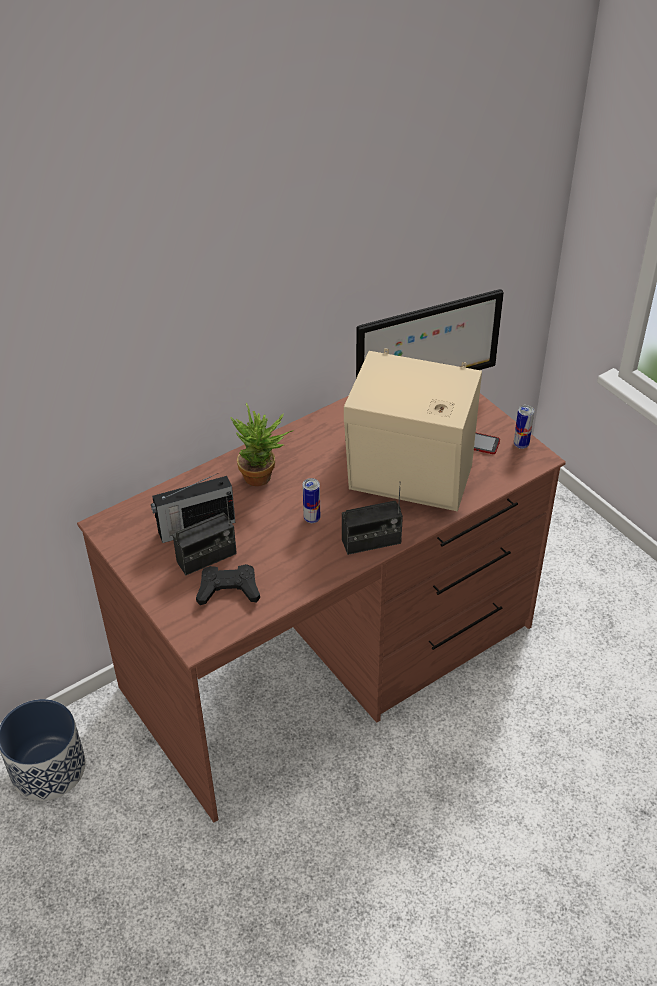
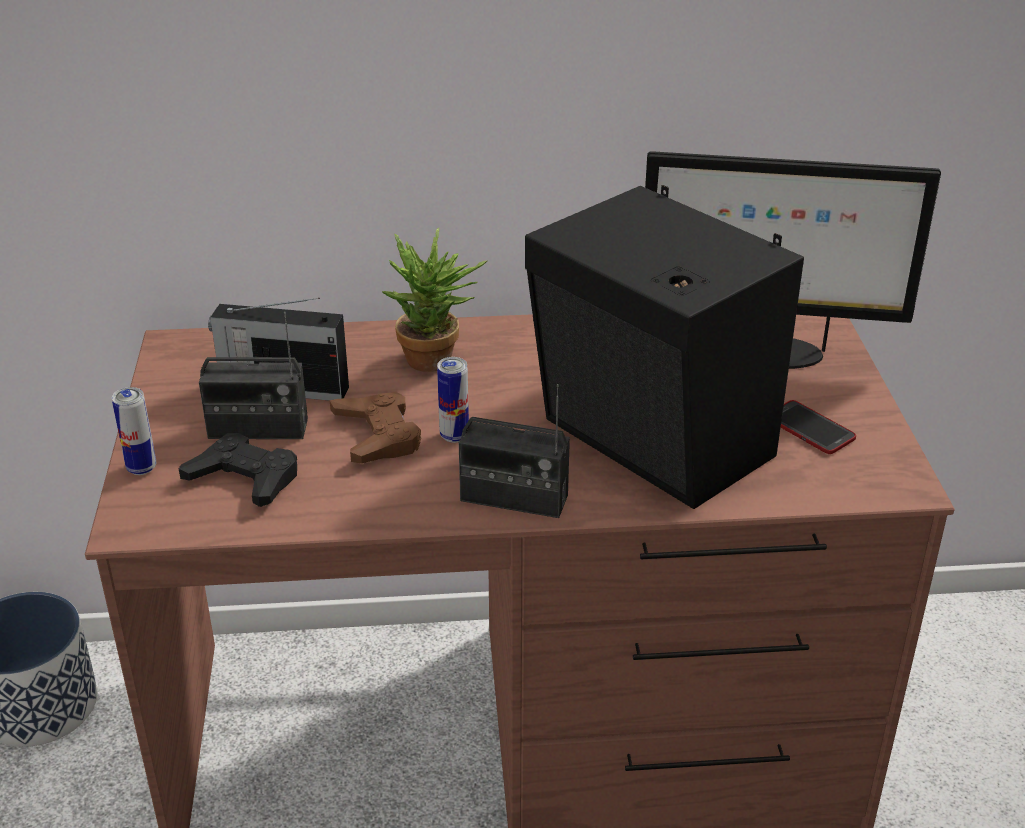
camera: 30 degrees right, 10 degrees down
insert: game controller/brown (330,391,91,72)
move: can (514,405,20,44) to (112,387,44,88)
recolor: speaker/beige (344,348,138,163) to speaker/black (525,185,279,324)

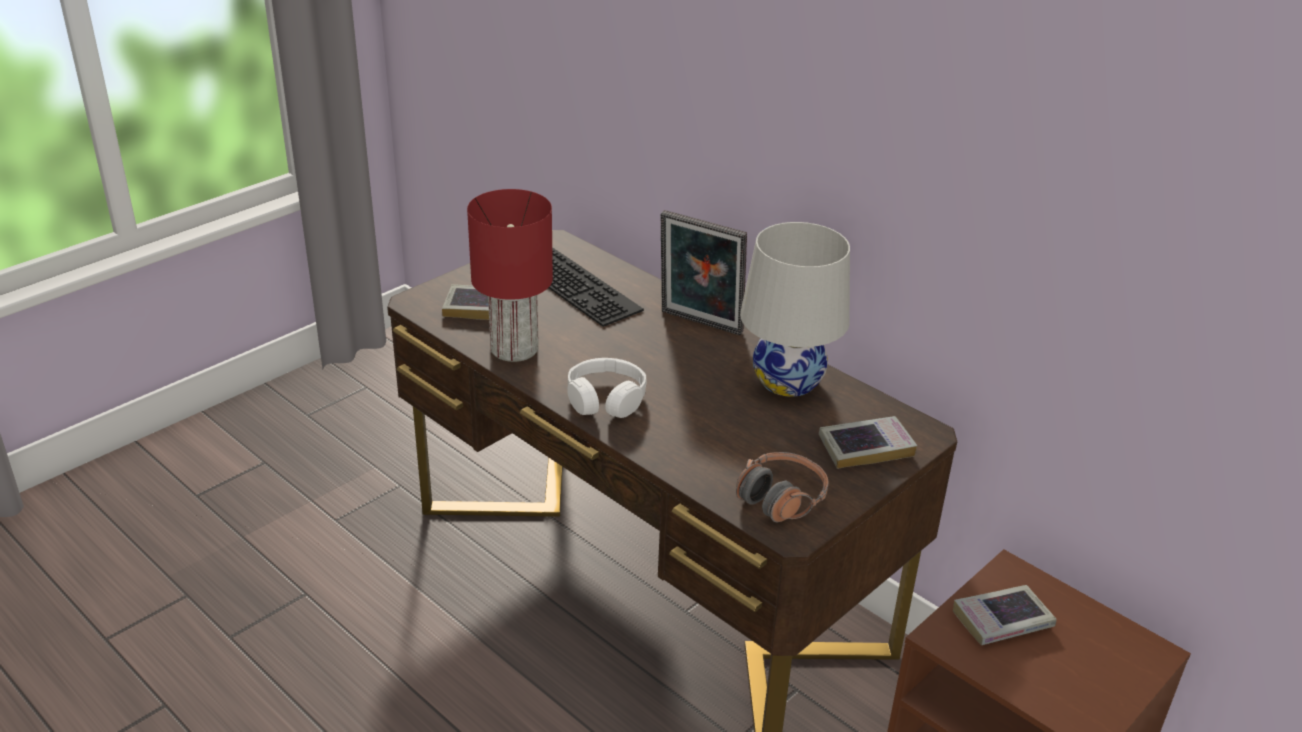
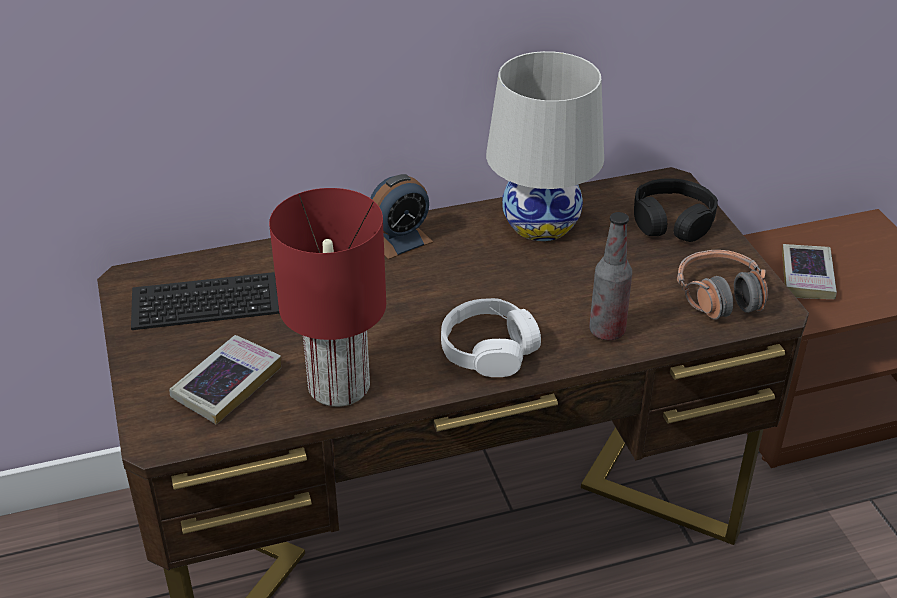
camera: 60 degrees left, 5 degrees up
insert: bottle (589,212,43,128)
replace: picture frame (661,210,86,125) to alarm clock (371,174,62,86); book (819,416,98,53) to headphones/black (634,178,84,64)

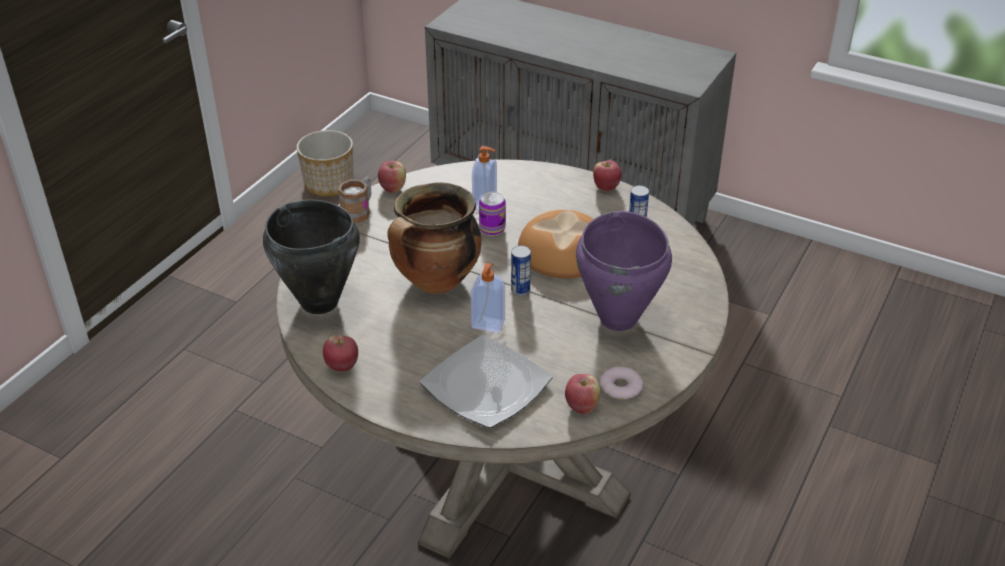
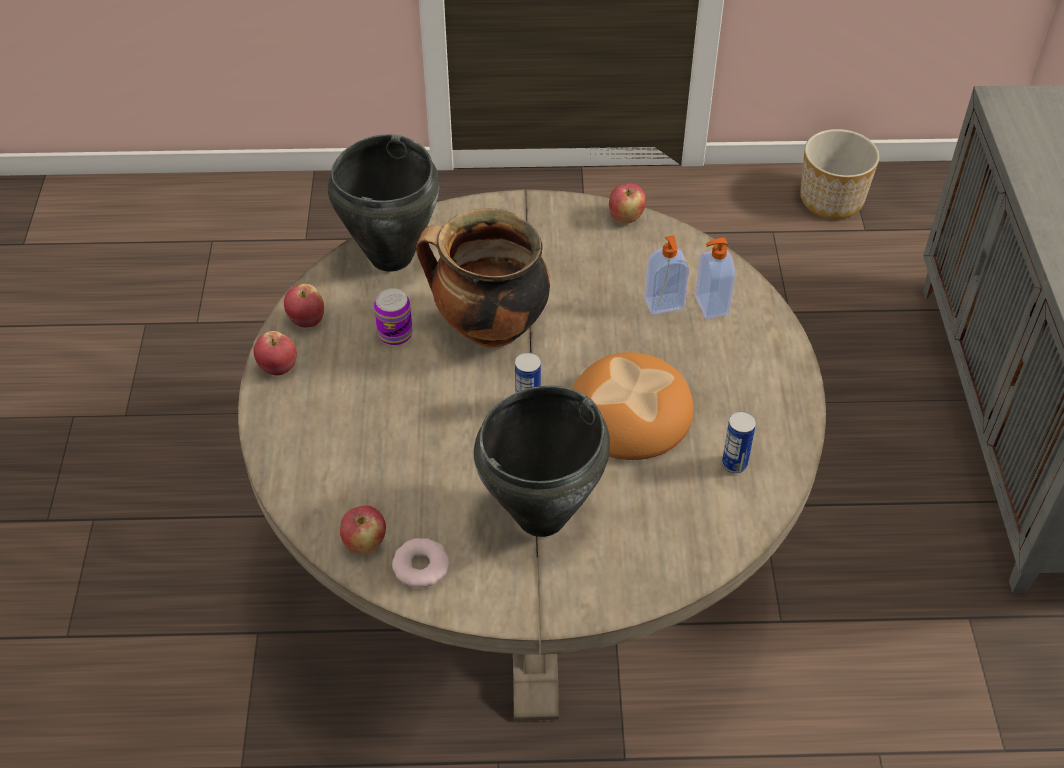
camera: 60 degrees right, 10 degrees up
delete: mug (338,177,33,46); plate (420,335,132,93)
move: apple (593,160,29,31) to (254,331,43,45); can (479,192,27,44) to (374,288,38,58); soap dispenser (471,263,34,70) to (695,238,40,81)
recolor: cooking pot/purple (576,211,96,120) to cooking pot/black (474,386,136,151)

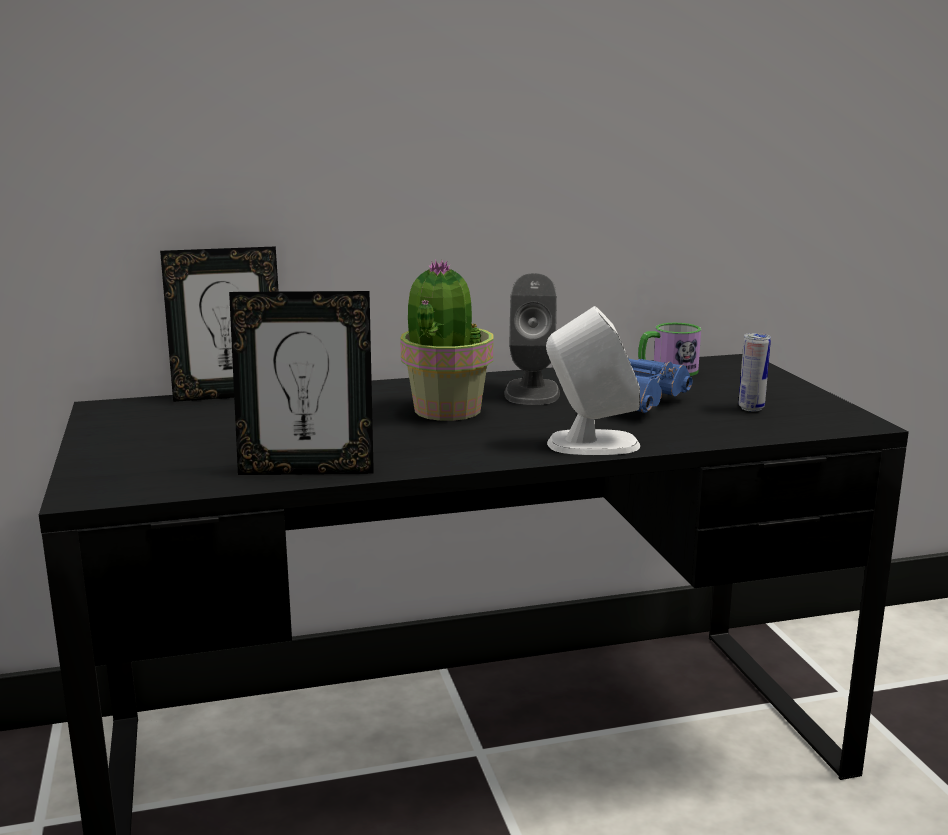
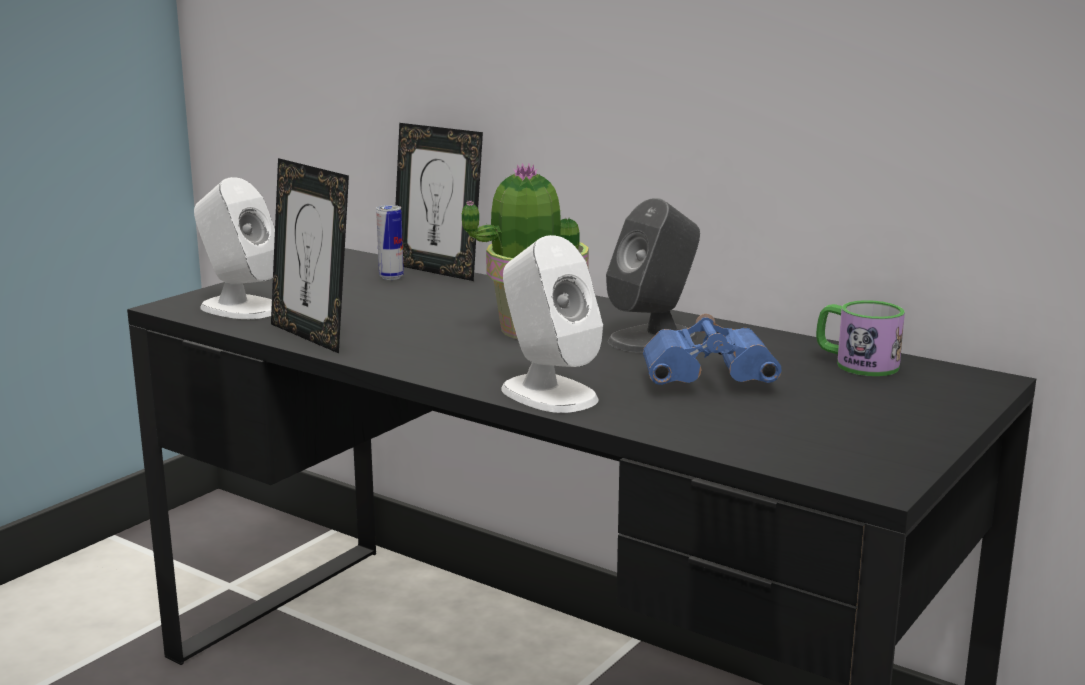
camera: 50 degrees right, 0 degrees up
insert: speaker/white (194,177,81,142)
move: can (739,333,32,79) to (376,205,28,75)

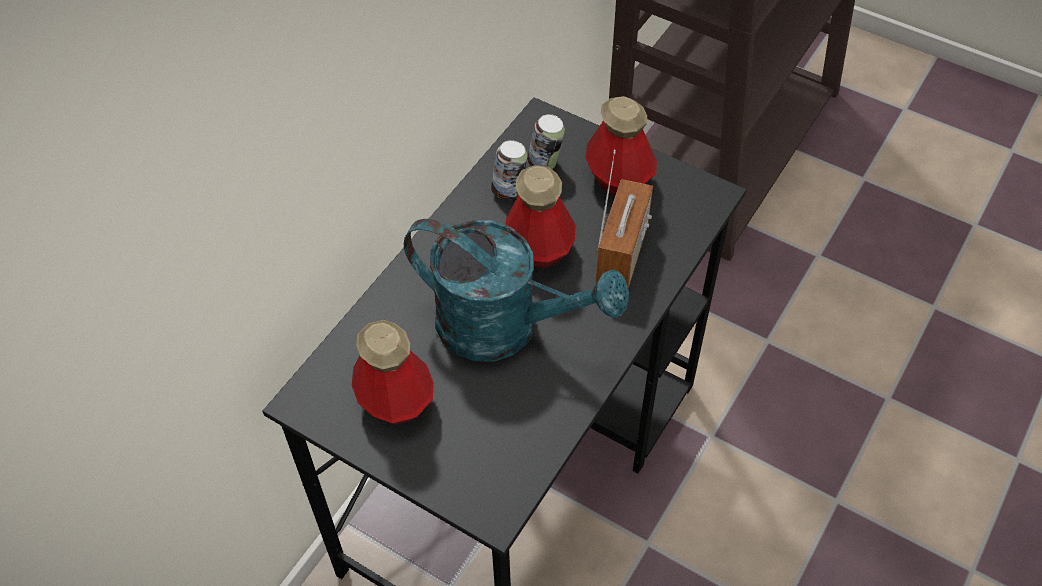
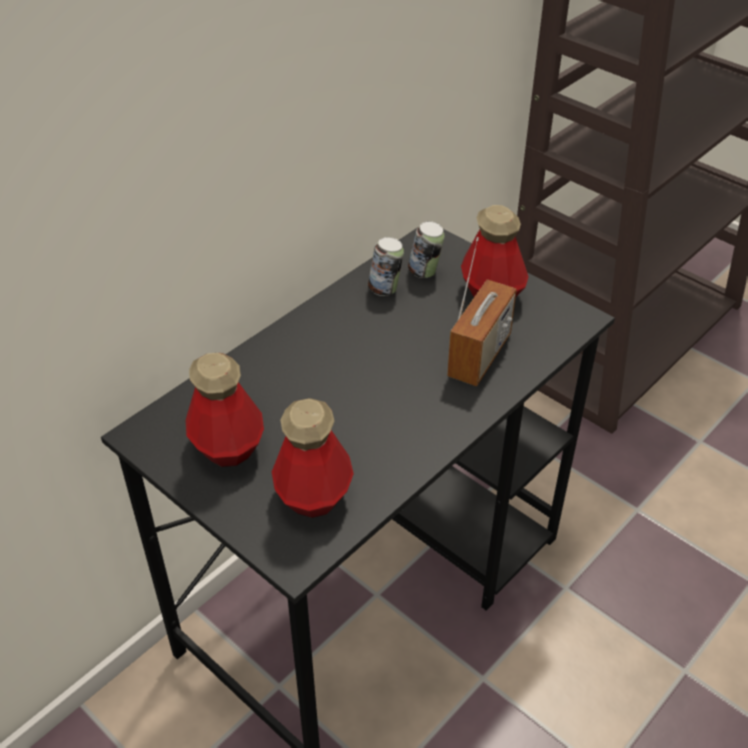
camera: 10 degrees right, 10 degrees down
delete: watering can/turquoise (404,219,225,142)
move: bottle (505,165,71,103) to (272,398,82,120)

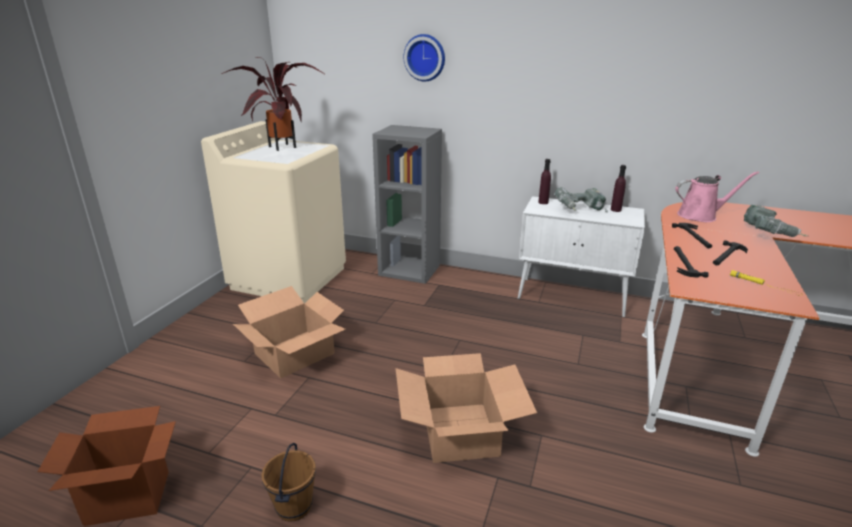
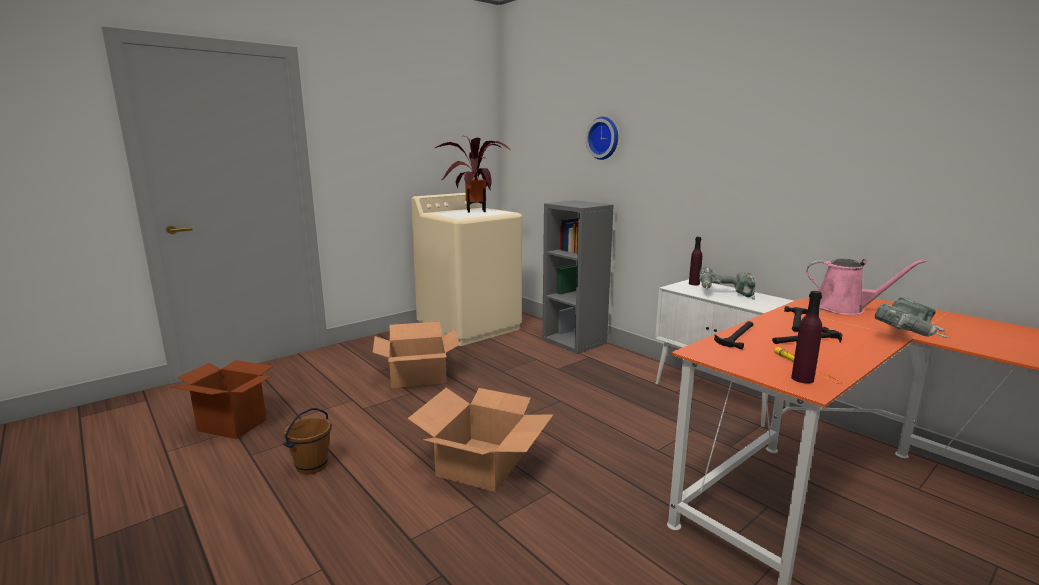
camera: 30 degrees right, 10 degrees down
move: bottle/purple (611,165,15,47) to (791,291,31,93)

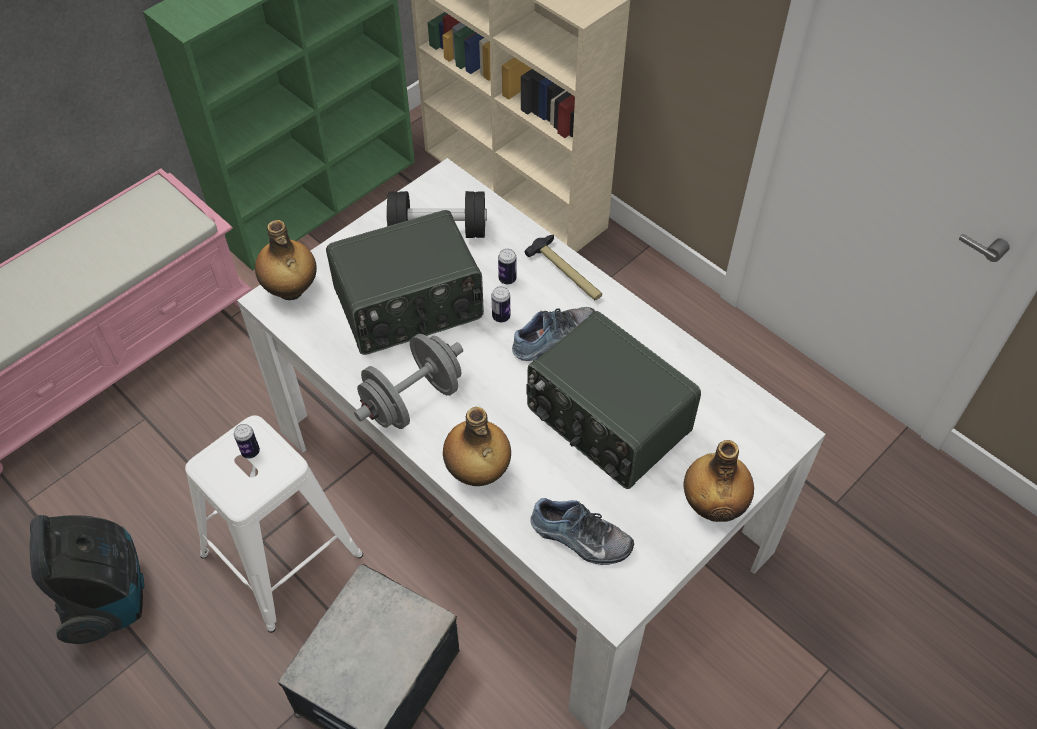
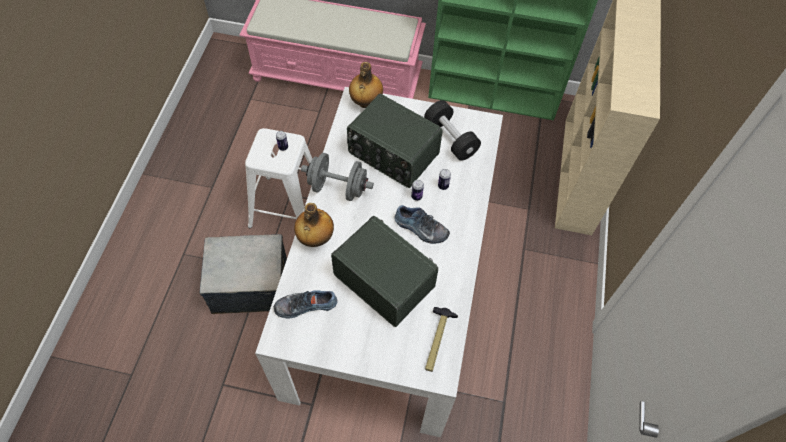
camera: 55 degrees right, 5 degrees up
delete: vacuum cleaner (30,515,114,129); bottle (684,440,70,82)
move: hammer (525,235,77,66) to (425,307,33,65)
rotate: shoe (530,498,104,67) = (274,290,64,28) 90 degrees clockwise; radio (526,311,175,178) = (331,216,107,111) 120 degrees clockwise

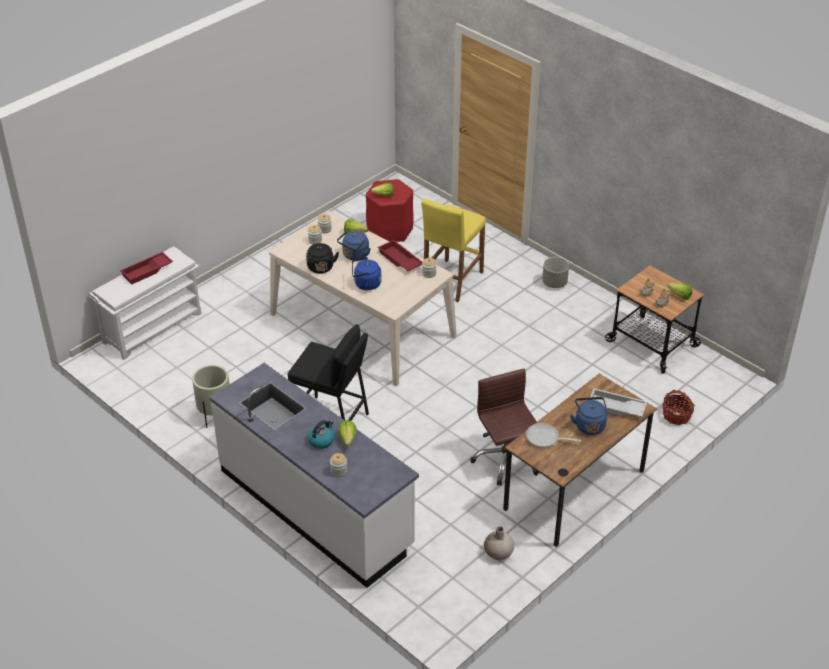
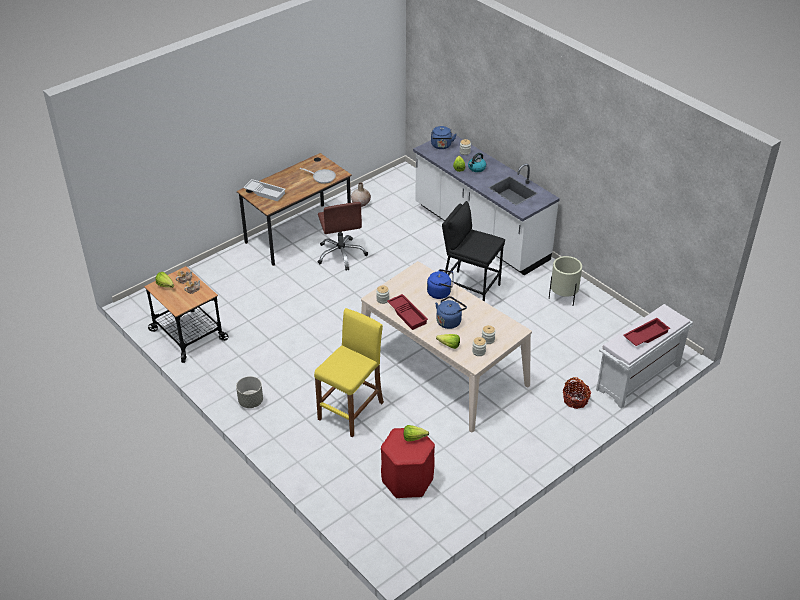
camera: 175 degrees left, 0 degrees up
delete: kettle/black (306,243,33,30)
move: kettle/blue (570,397,37,38) to (431,126,26,23); basket (662,390,33,35) to (563,377,28,32)

